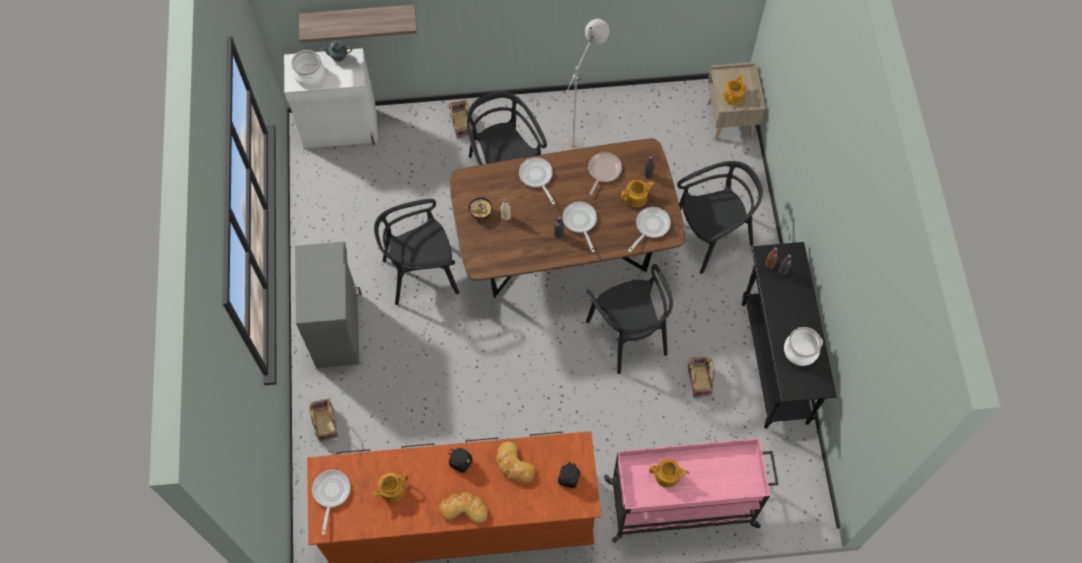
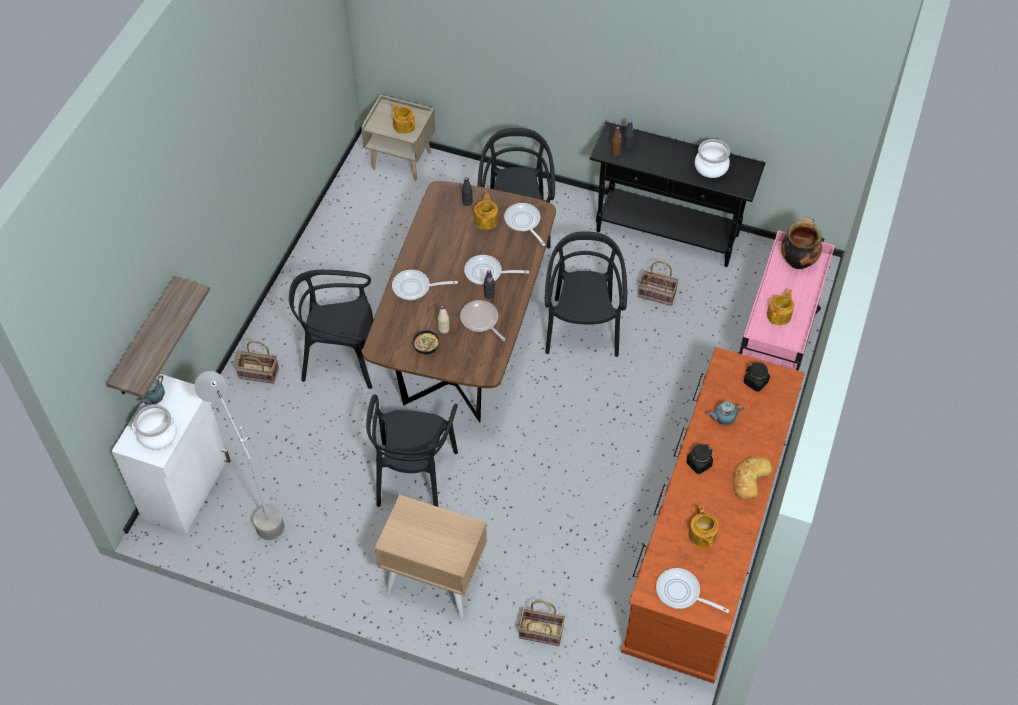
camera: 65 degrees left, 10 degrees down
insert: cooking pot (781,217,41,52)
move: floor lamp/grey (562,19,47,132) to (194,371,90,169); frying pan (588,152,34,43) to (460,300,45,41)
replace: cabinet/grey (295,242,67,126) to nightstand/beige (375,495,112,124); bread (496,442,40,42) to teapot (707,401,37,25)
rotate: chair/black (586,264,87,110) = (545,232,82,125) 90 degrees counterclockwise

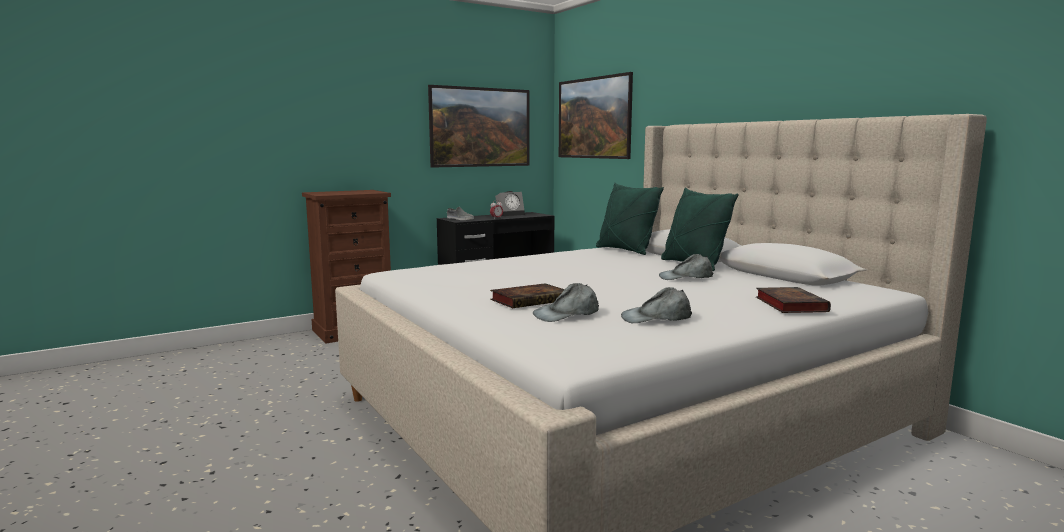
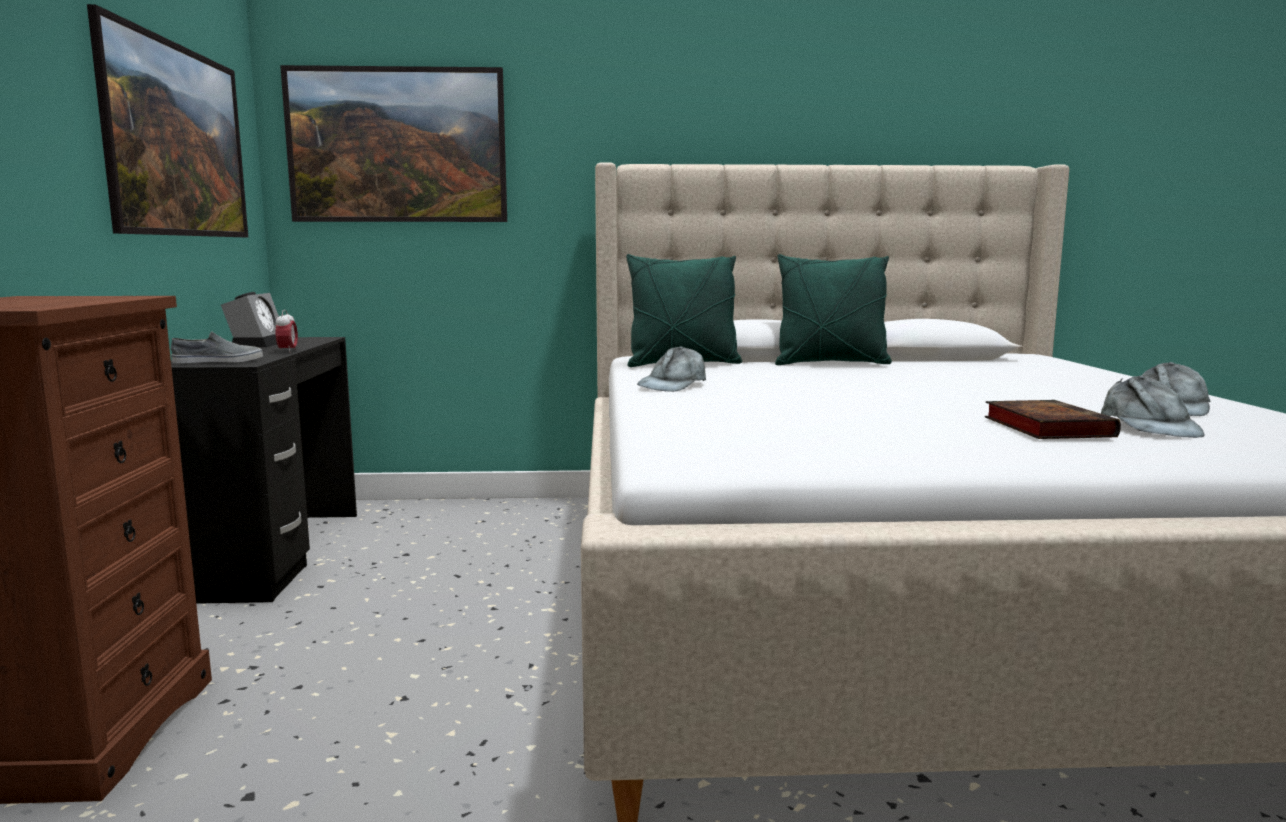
camera: 60 degrees left, 0 degrees up
delete: book (756,287,75,26)
move: cap/grey (659,254,54,26) to (637,346,69,46)

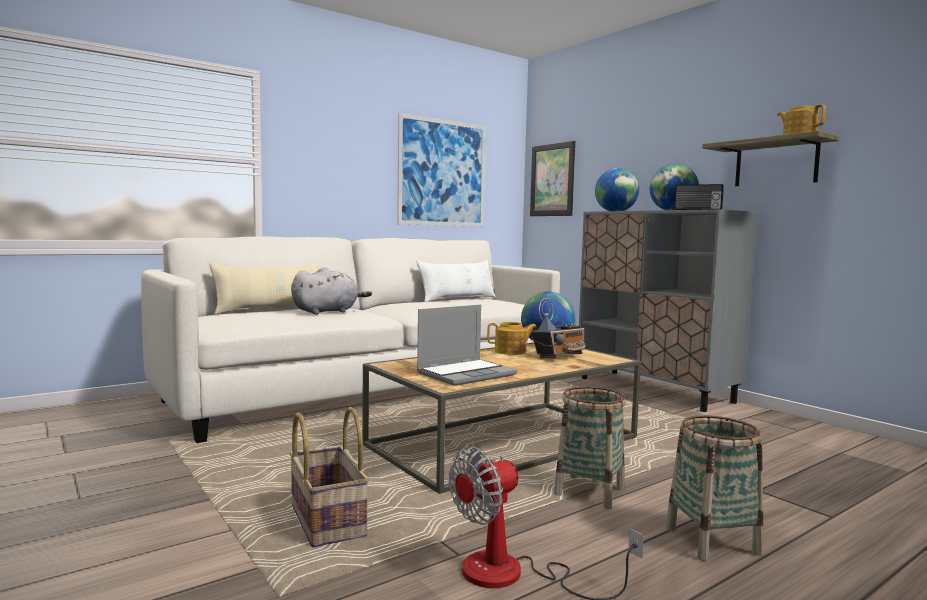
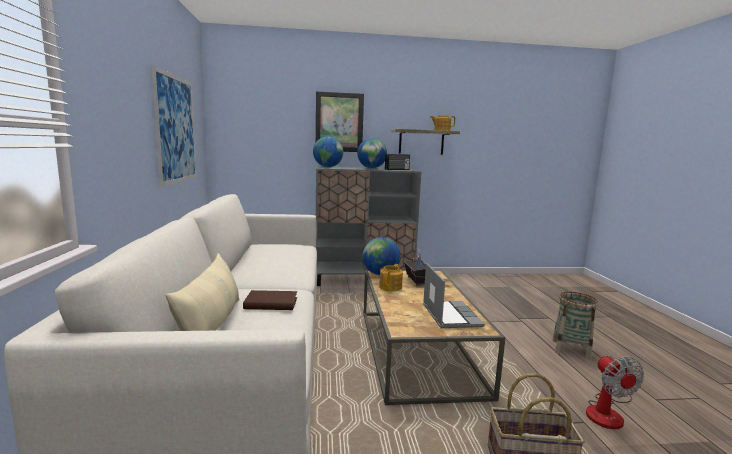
camera: 60 degrees left, 5 degrees up
delete: pillow/white (417,260,79,42); basket (554,387,72,122)
move: picture (530,141,45,75) to (316,91,48,61)
replace: plush toy/grey (291,267,81,48) to book/brown (243,290,54,20)

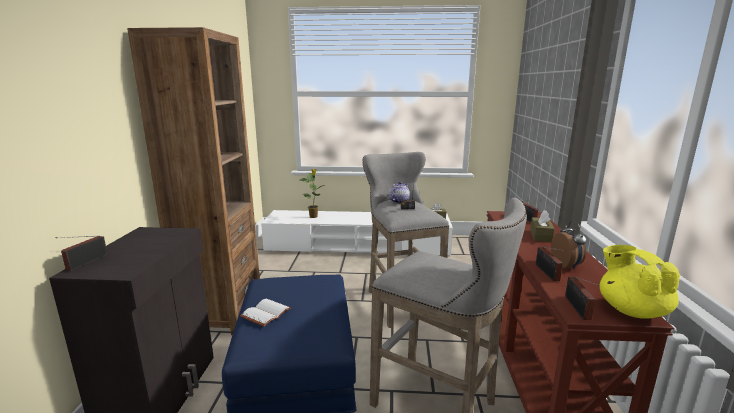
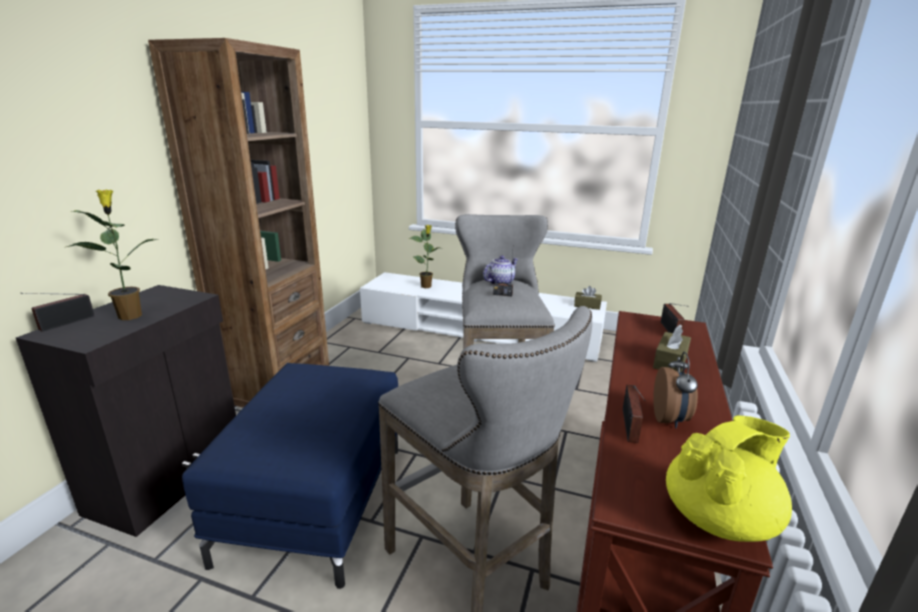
camera: 15 degrees right, 5 degrees up
delete: book/white (240,298,51,29); radio (565,277,35,43)
insert: potted plant (66,190,92,130)
rotate: teapot/yellow (600,245,80,74) = (666,415,126,127) 60 degrees clockwise

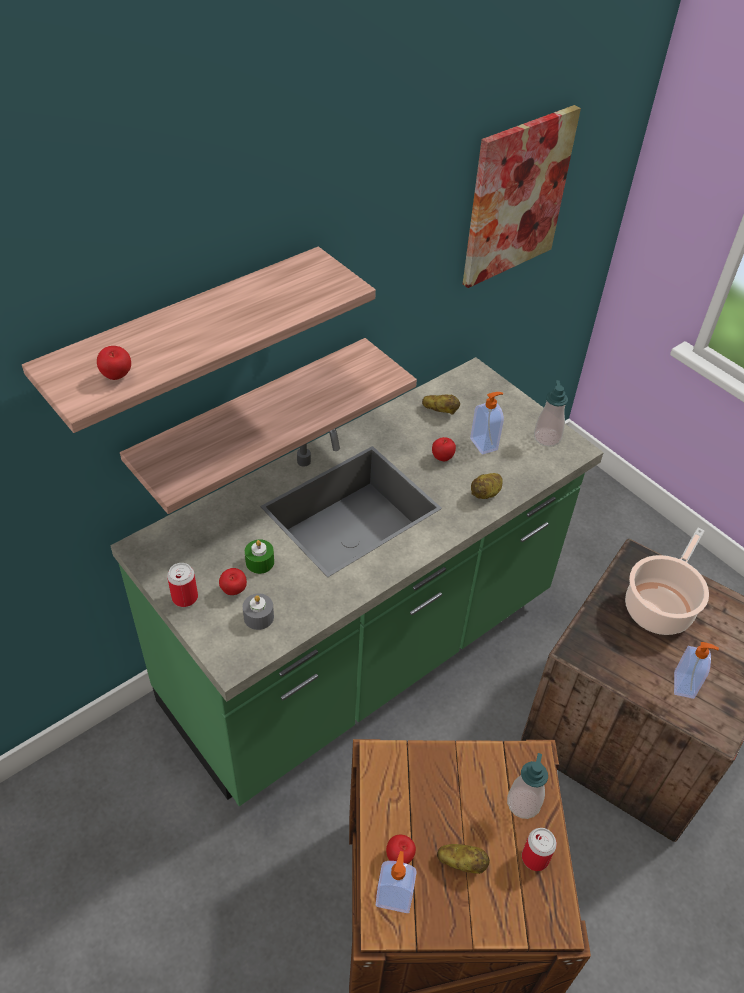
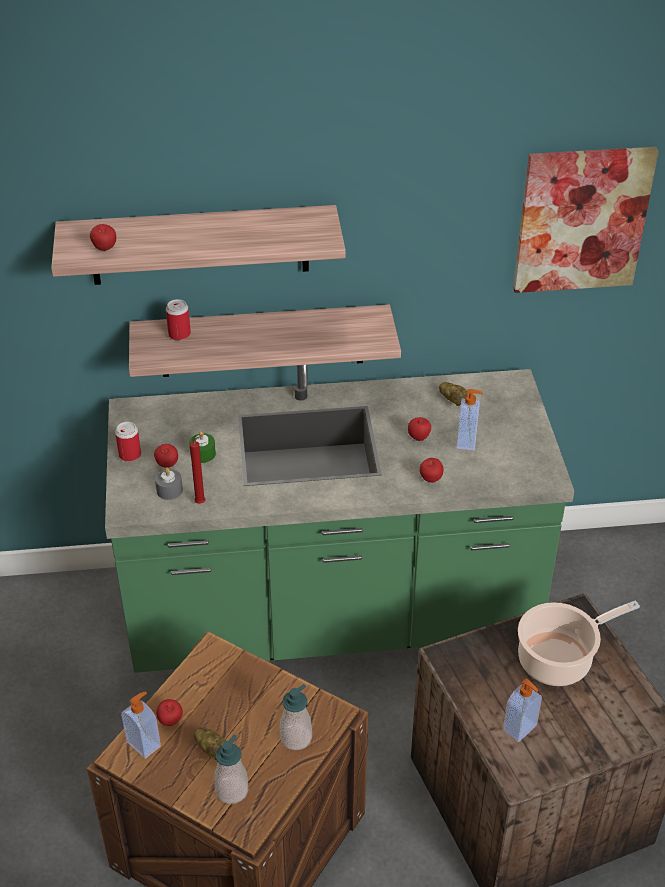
camera: 35 degrees right, 5 degrees down
insert: candle/red (190,434,16,70)
move: can (522,828,35,43) to (166,299,25,41); soap dispenser (534,380,34,67) to (214,735,34,69)
replace: potato (471,473,32,26) to apple (419,458,25,25)

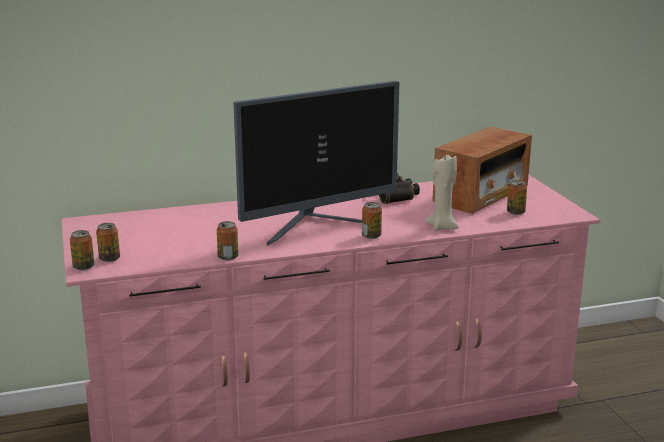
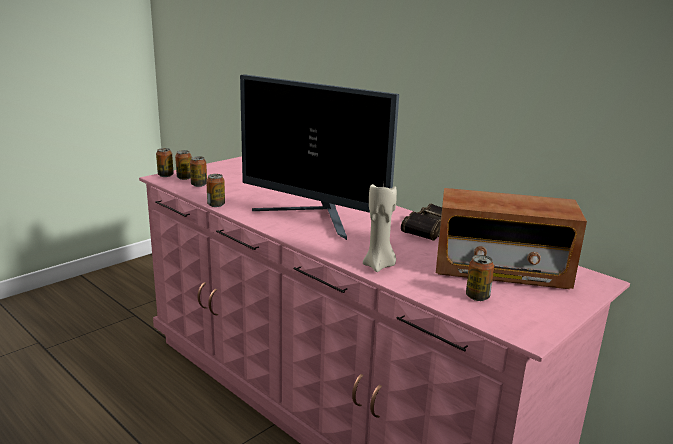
camera: 60 degrees right, 0 degrees up
move: can (362,202,20,37) to (190,156,17,31)

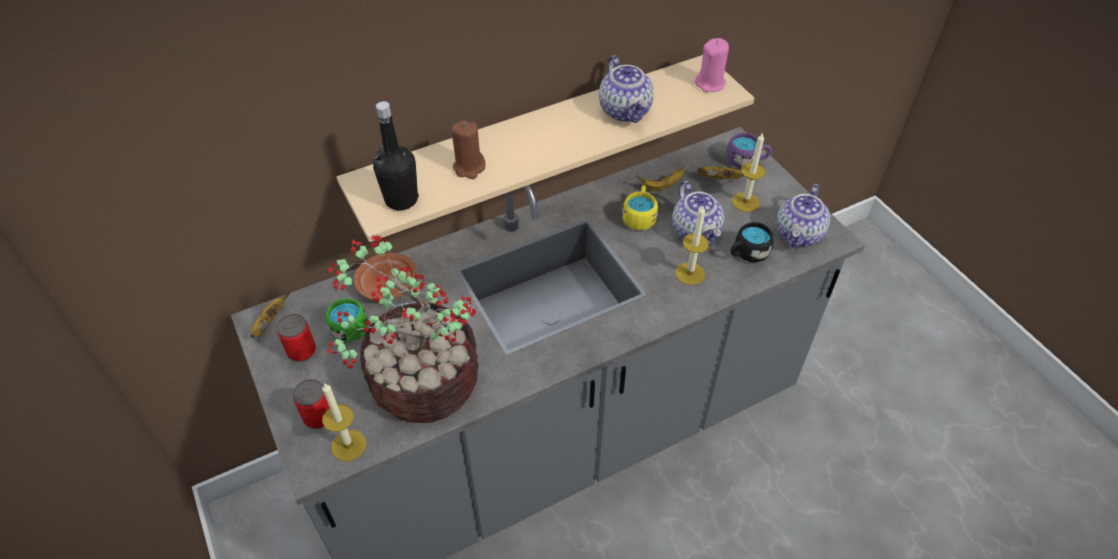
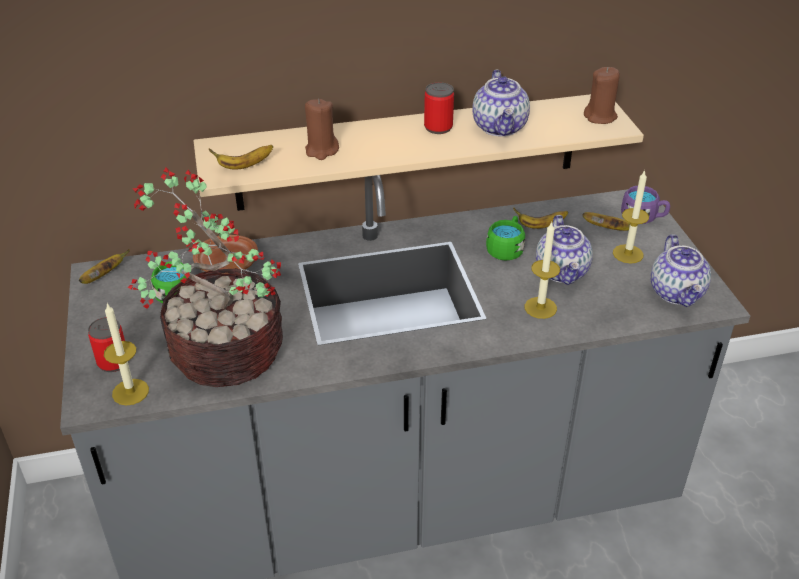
camera: 15 degrees right, 10 degrees down
delete: mug/black (731,222,43,40)
move: can (277,314,39,48) to (424,82,30,52)
replace: bottle/black (373,101,46,109) to banana (209,145,64,25)
recolor: mug/yellow (622,185,36,45) to mug/green (486,216,39,45); candle/pink (695,38,34,54) to candle/brown (584,67,36,57)
rotate: teapot (776,184,54,64) = (651,234,60,73) 45 degrees counterclockwise

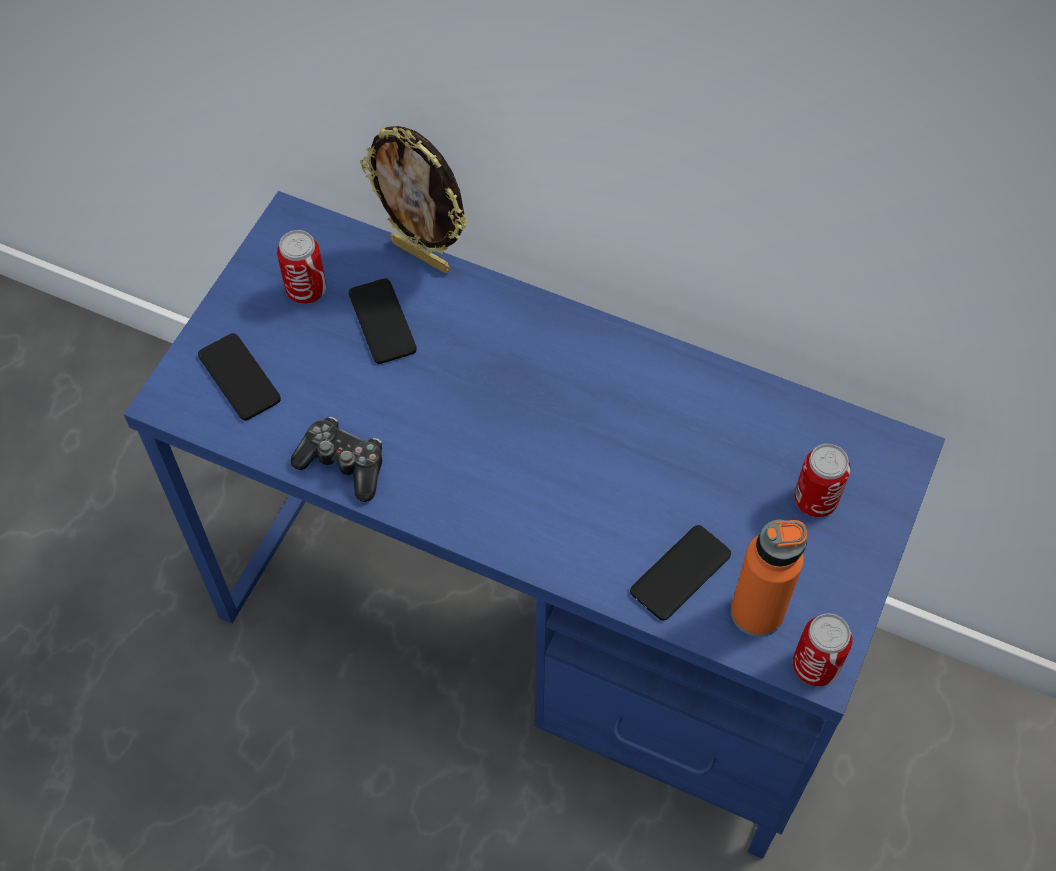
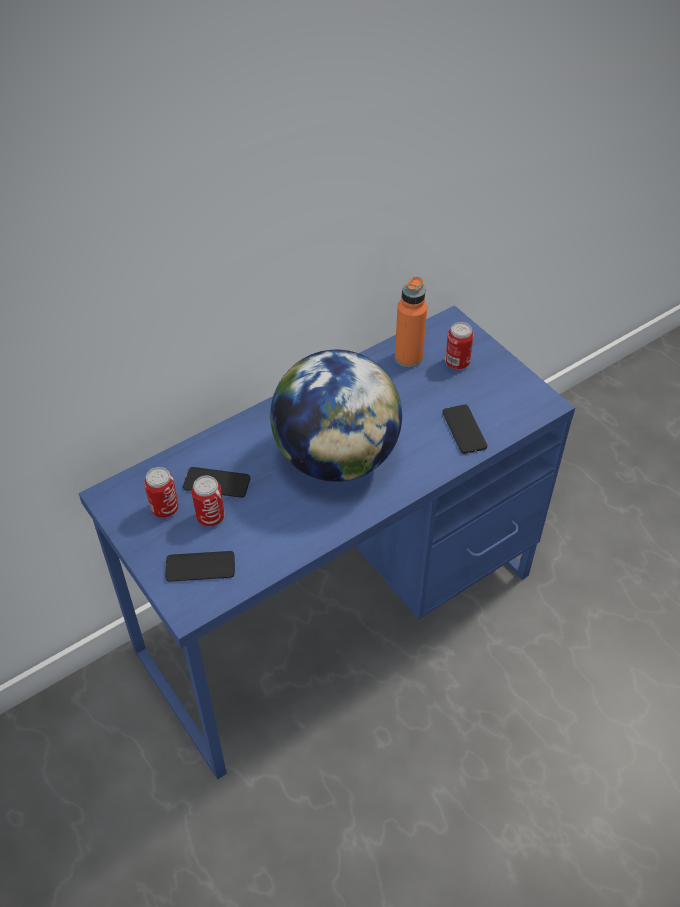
camera: 60 degrees left, 10 degrees down
delete: game controller (290,417,92,85); picture frame (360,126,108,147)
insert: globe (270,350,132,132)
move: can (793,613,59,73) to (192,475,33,52); bottle/orange (731,519,76,118) to (395,276,32,92)

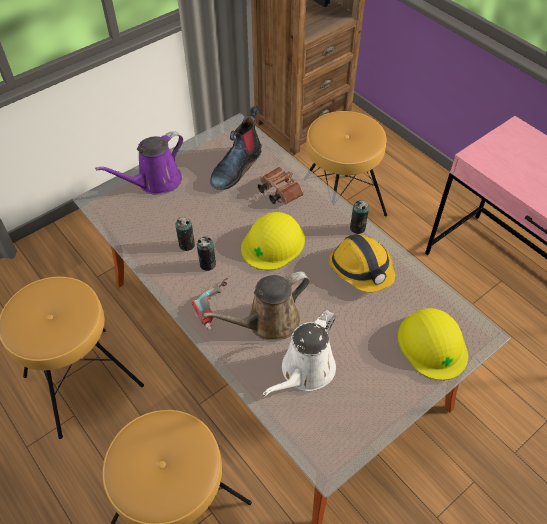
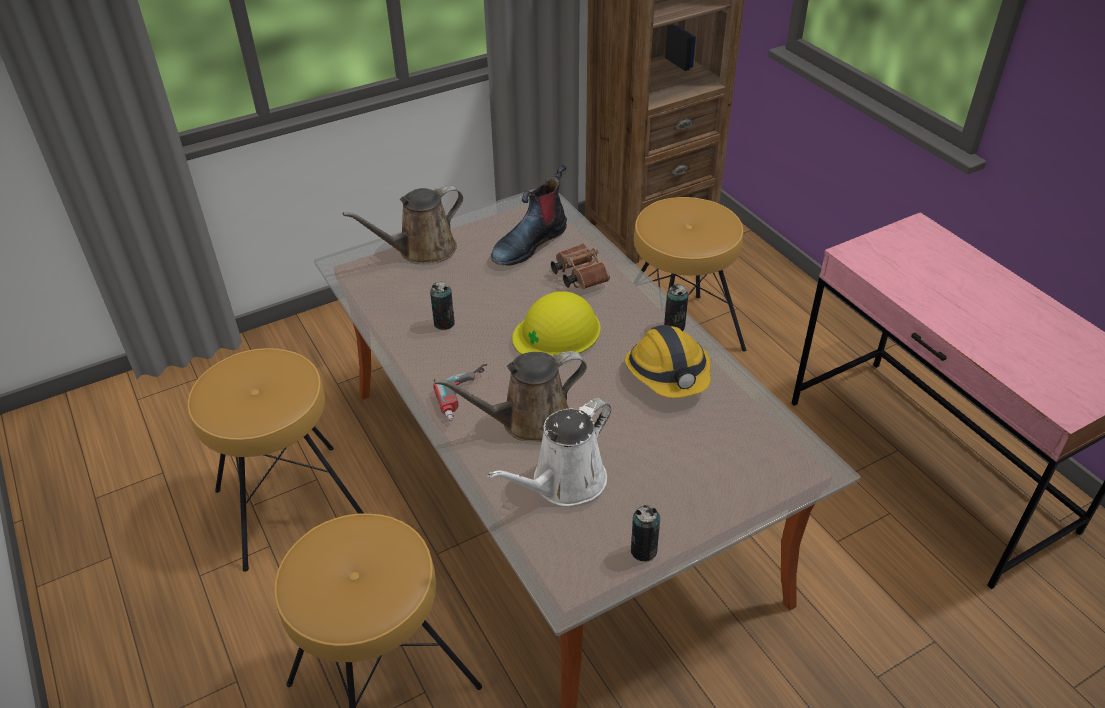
camera: 10 degrees right, 10 degrees down
delete: hard hat/yellow (398,308,70,72)
move: can (197,237,19,34) to (631,505,29,56)
recolor: watering can/purple (95,131,88,63) to watering can/brown (343,186,120,78)

